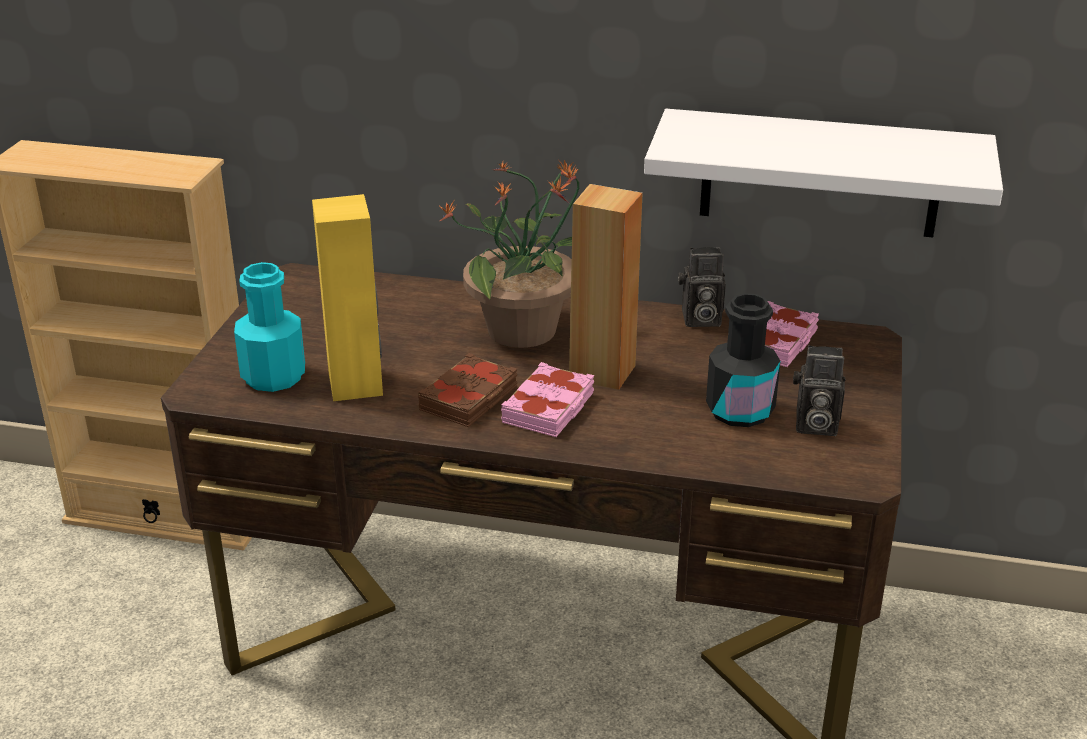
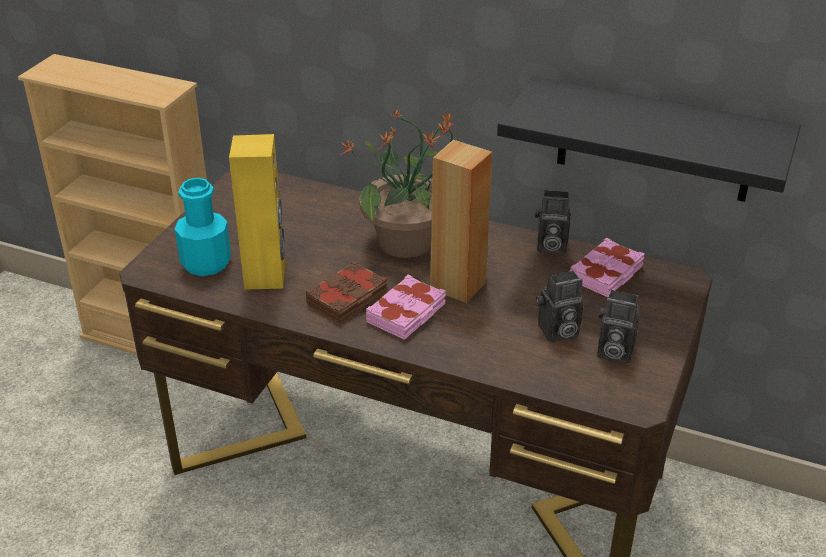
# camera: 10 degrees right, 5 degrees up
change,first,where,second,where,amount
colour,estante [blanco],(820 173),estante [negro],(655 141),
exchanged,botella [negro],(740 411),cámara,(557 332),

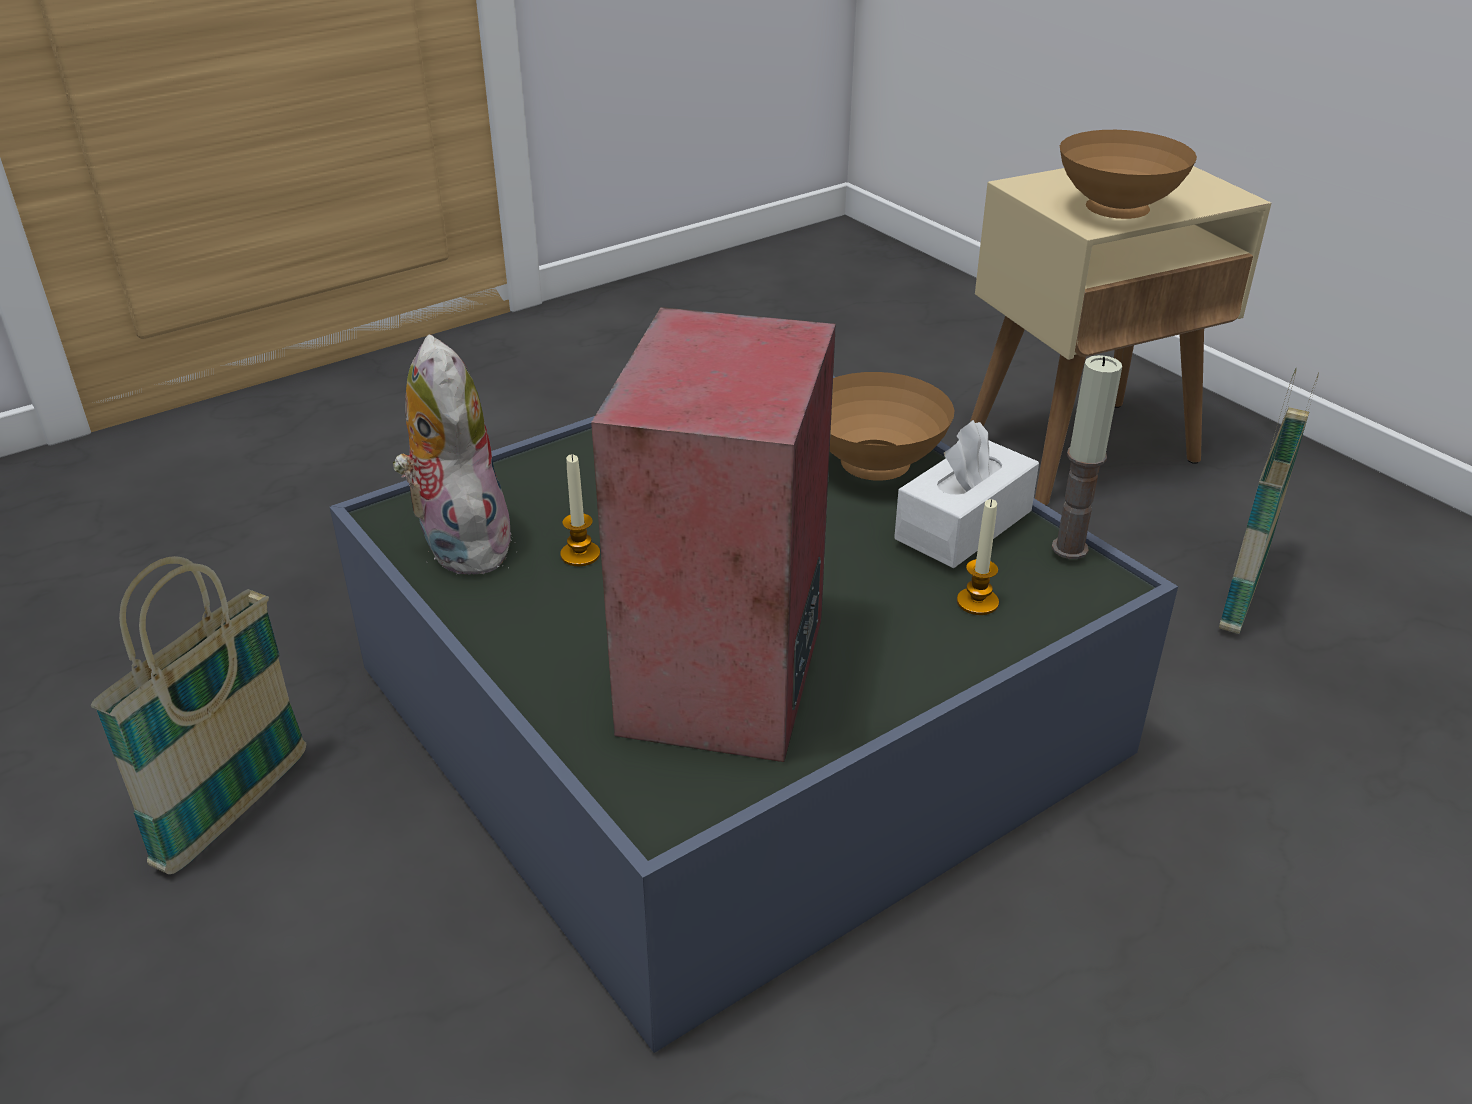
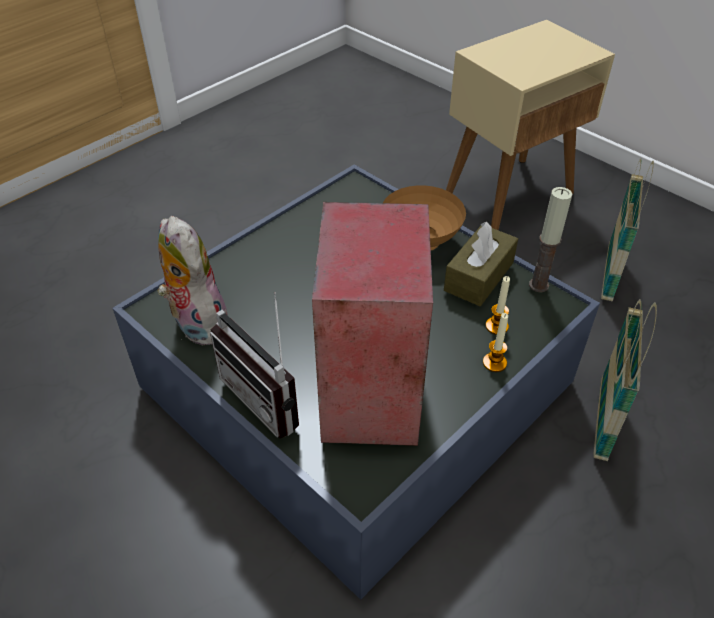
# camera: 10 degrees left, 10 degrees up
change,first,where,second,where,amount
appeared,,,radio,(270 397),
colour,caja de pañuelos [blanco],(963 525),caja de pañuelos [marrón],(479 276),
relocated,vela,(580 555),,(494 363),
relocated,cesta,(234 809),,(603 420),
missing,cuenco [marrón],(1116 211),,,

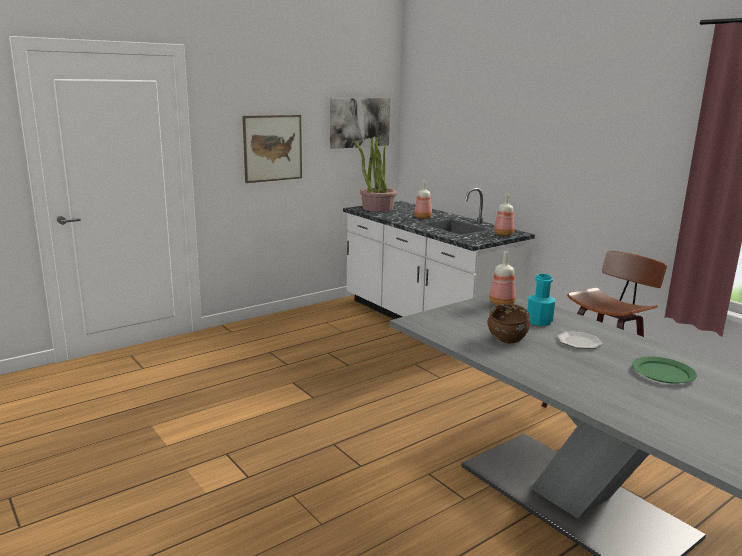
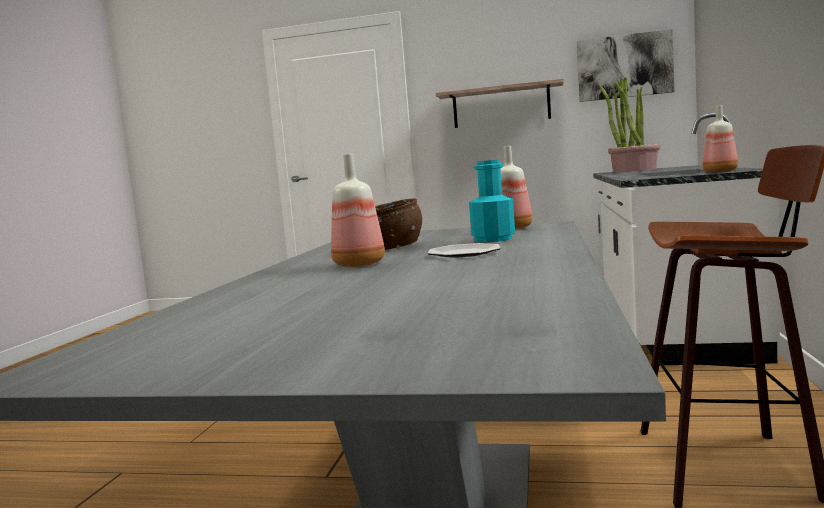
# camera: 50 degrees right, 10 degrees down
change,first,where,second,where,amount
relocated,botella,(423 217),,(361 264),
exchanged,cuadro,(273 148),estante,(501 106),
missing,plato [verde],(662 373),,,

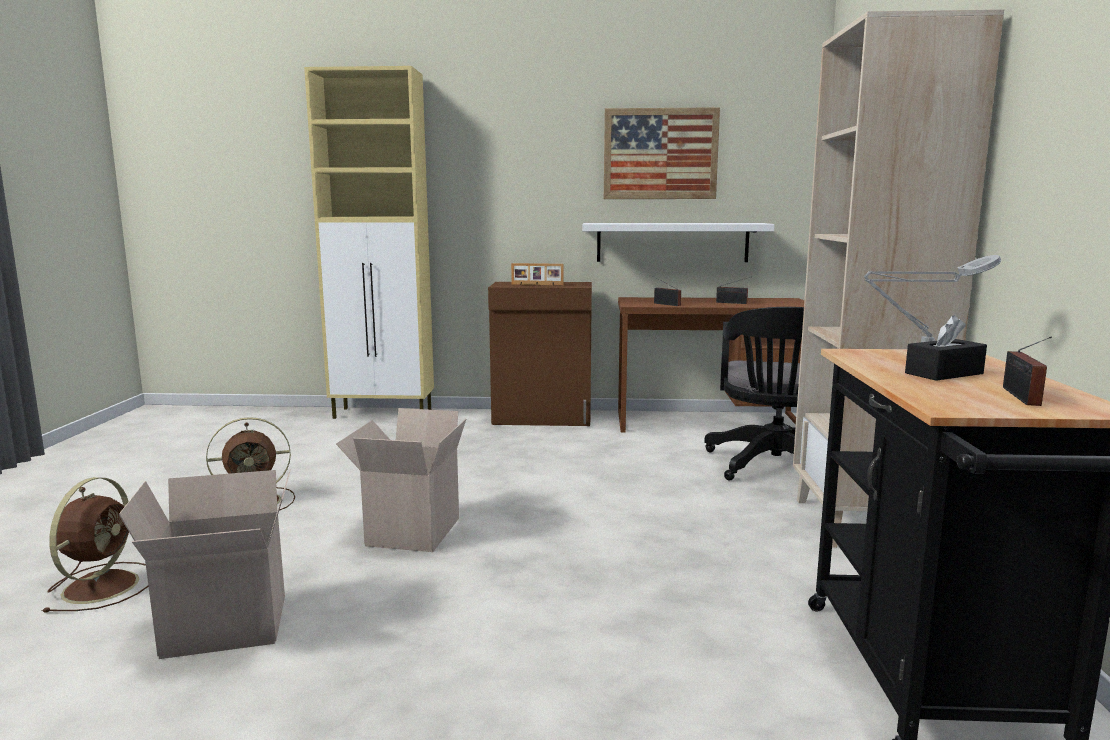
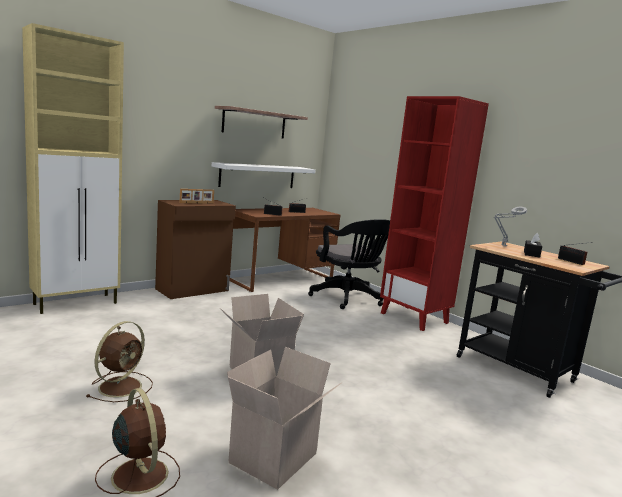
# camera: 45 degrees left, 0 degrees up
change,first,where,second,where,amount
exchanged,cuadro,(660 154),estante,(254 123),
colour,estantería [beis],(861 523),estantería [rojo],(415 318),

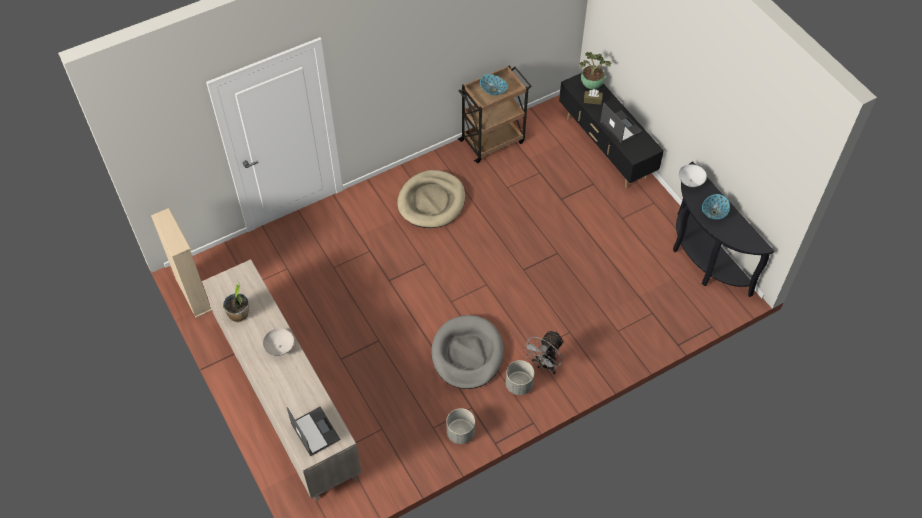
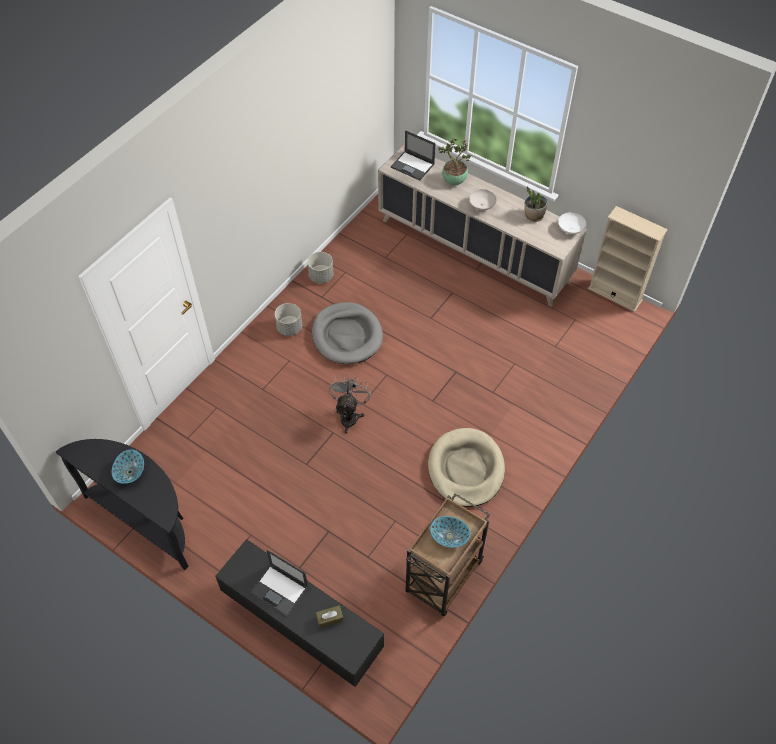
# camera: 155 degrees right, 0 degrees up
change,first,where,second,where,amount
relocated,ventilador [gris],(544 365),,(349 415),
relocated,planta en maceta,(592 85),,(453 181),
relocated,cuenco [blanco],(690 182),,(570 229),

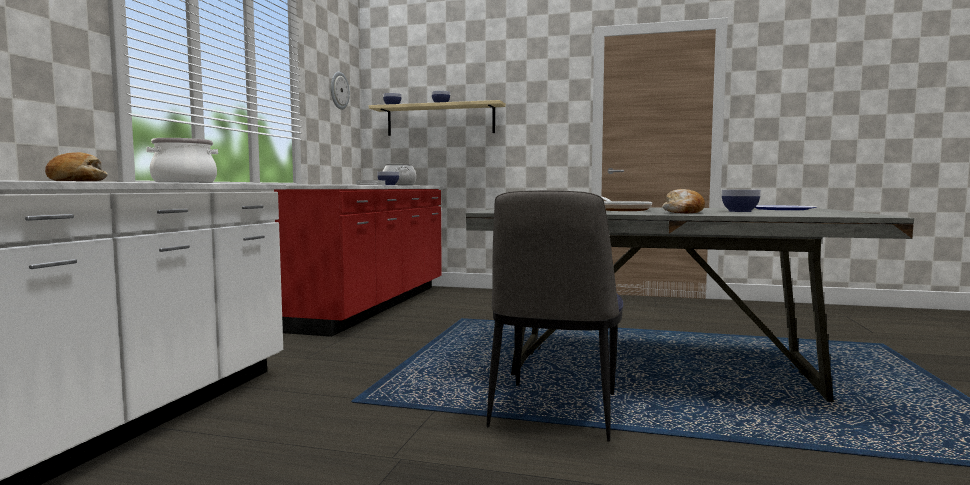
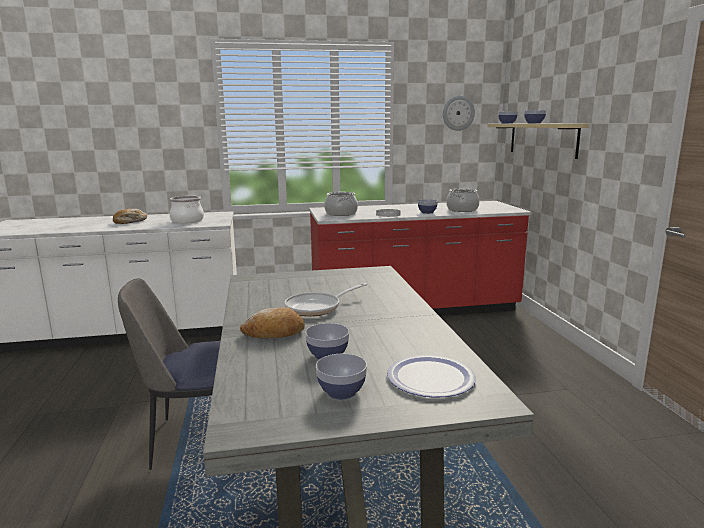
# camera: 65 degrees right, 10 degrees up
change,first,where,second,where,amount
appeared,,,cuenco,(341 392),
appeared,,,olla,(341 213),

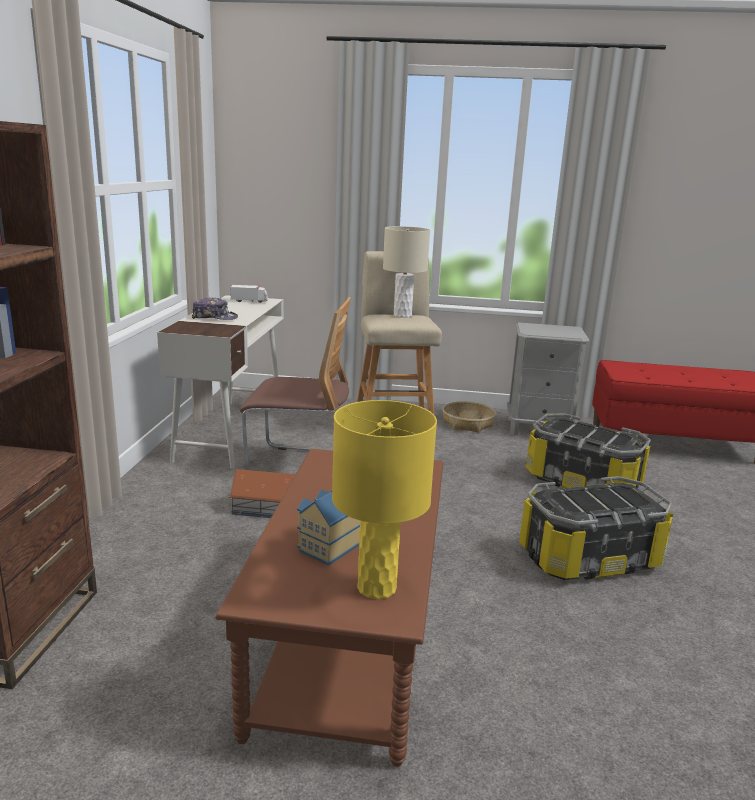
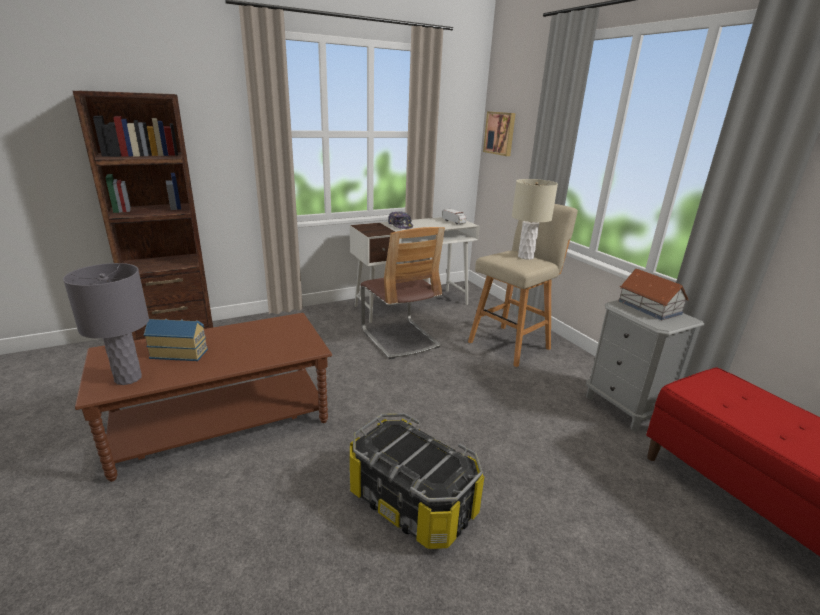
# camera: 55 degrees right, 5 degrees up
change,first,where,second,where,amount
colour,lámpara de mesa [amarillo],(377 588),lámpara de mesa [gris],(128 378),
appeared,,,cuadro,(500 133),
relocated,casita,(266 508),,(649 308),
missing,cesta,(468 424),,,
missing,caja de almacenaje,(582 482),,,

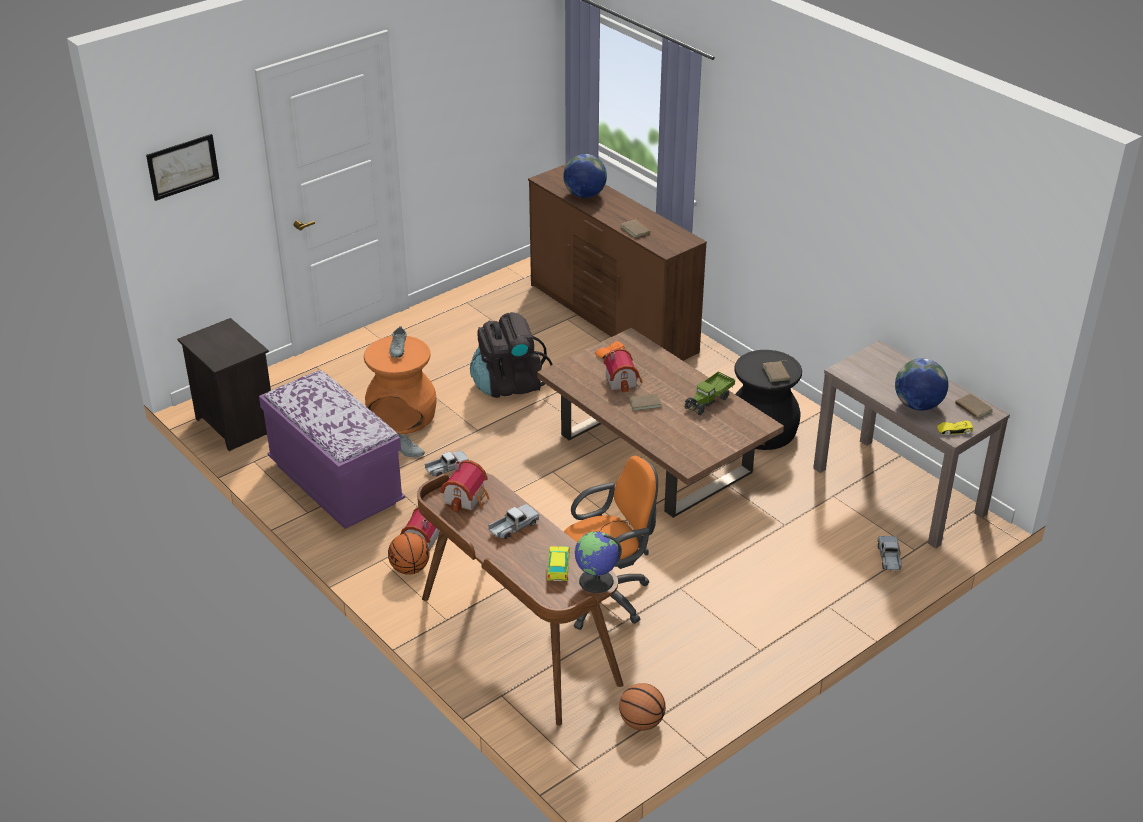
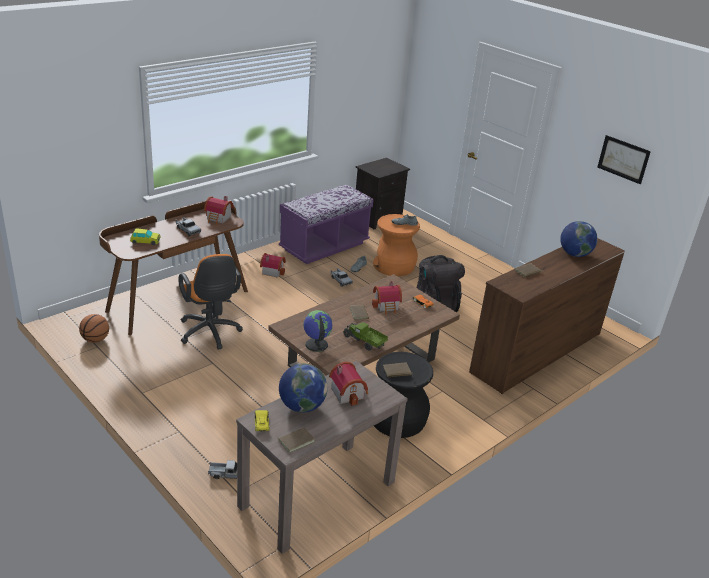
# camera: 85 degrees right, 5 degrees down
change,first,where,second,where,amount
relocated,globo terráqueo,(596 581),,(316 345),
appeared,,,casita,(349 392),
relocated,cuadro,(183 166),,(623 159),
missing,balón de baloncesto,(409 569),,,

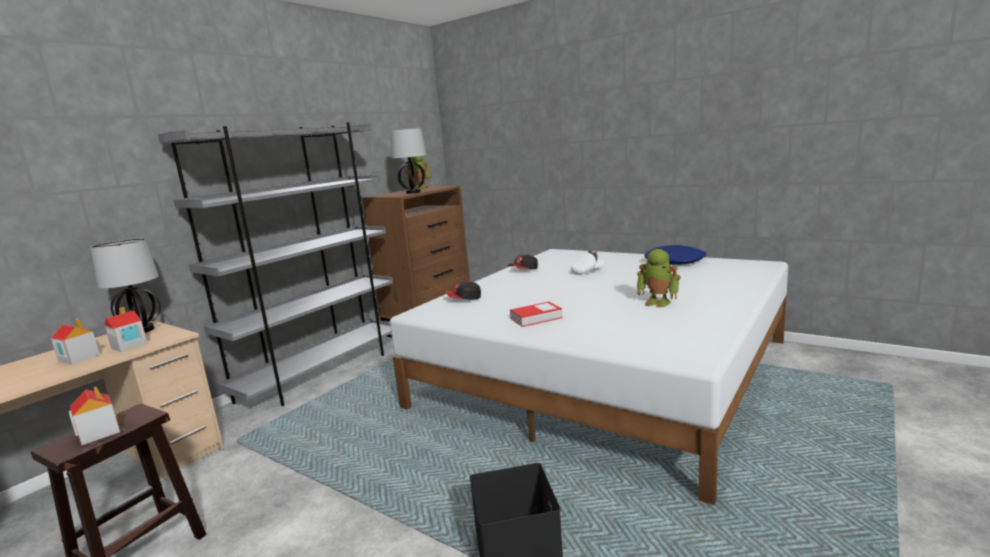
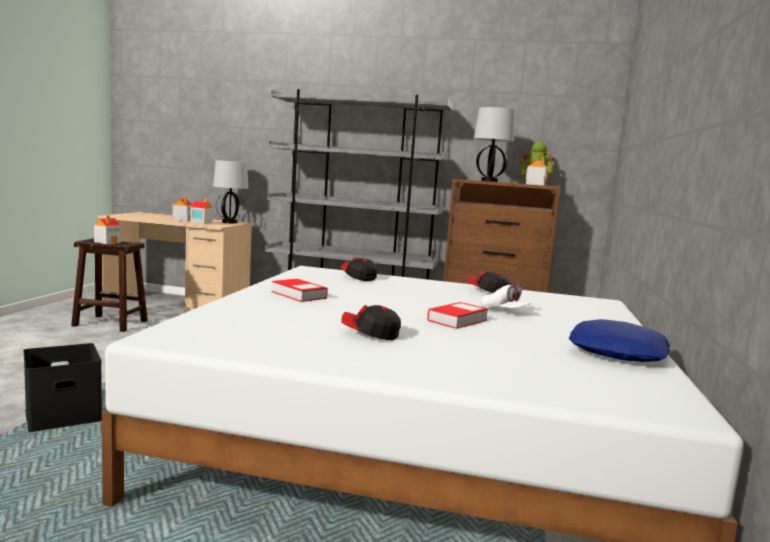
# camera: 65 degrees right, 5 degrees down
change,first,where,second,where,amount
exchanged,robot de juguete,(658 302),gorra,(370 334),
appeared,,,libro,(457 320),
appeared,,,casita,(536 184),

